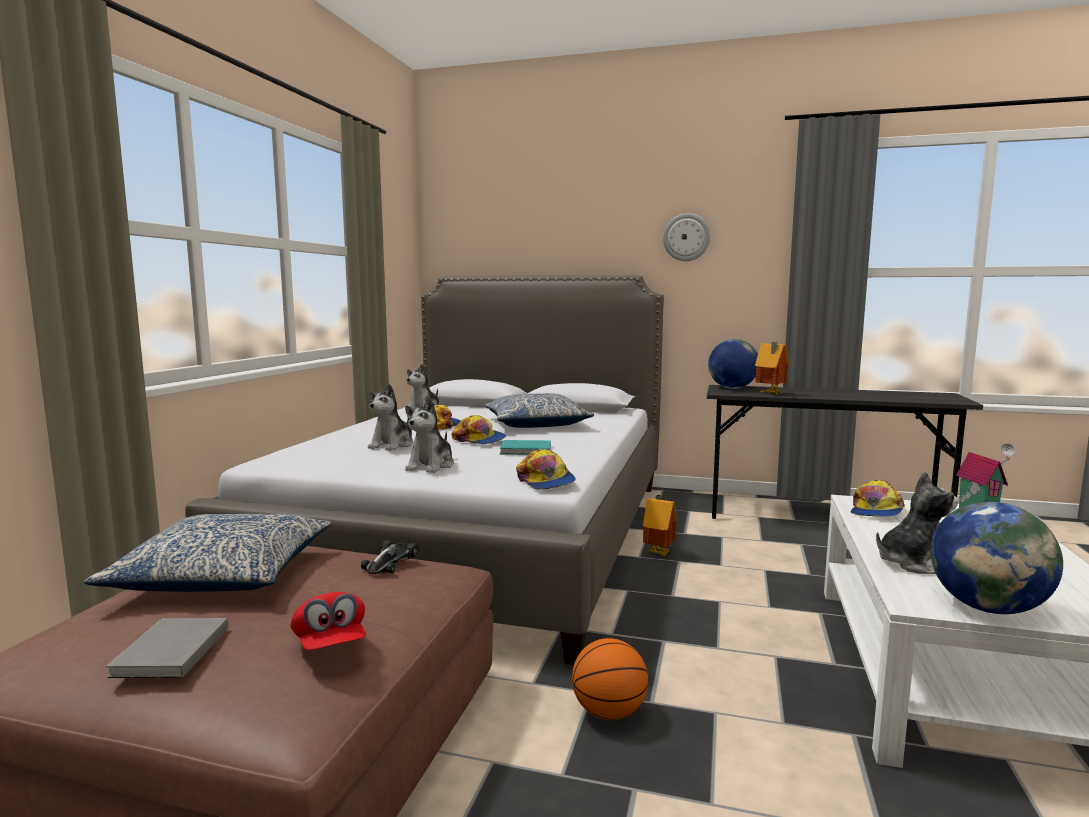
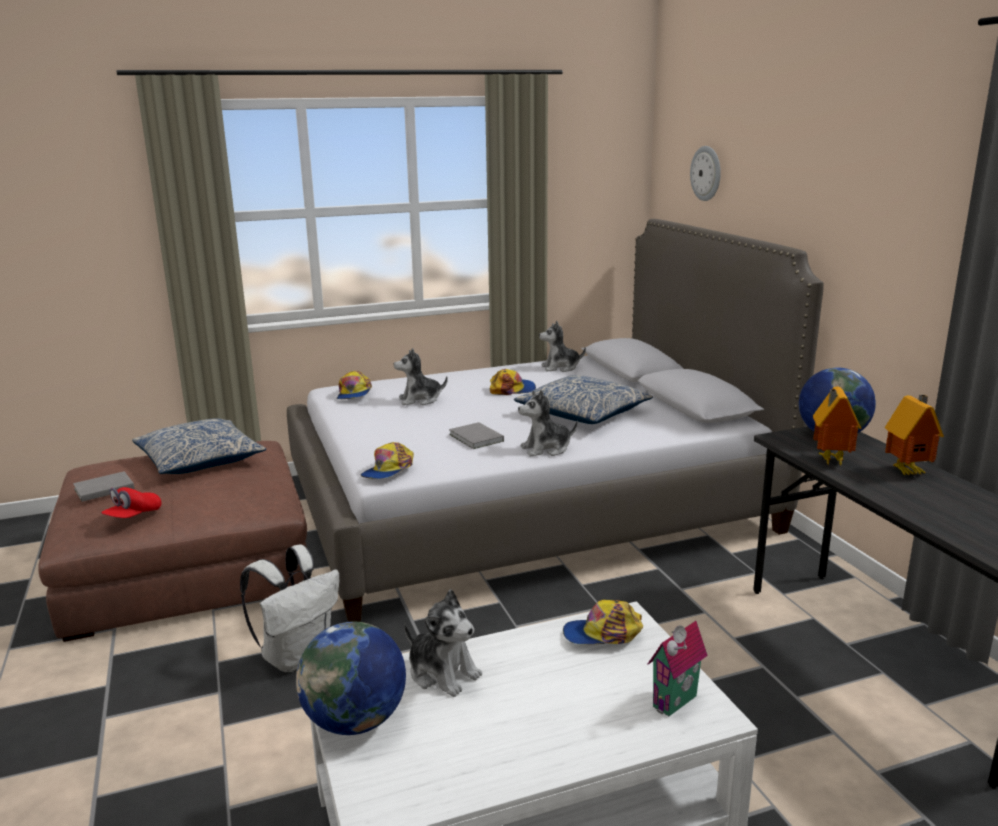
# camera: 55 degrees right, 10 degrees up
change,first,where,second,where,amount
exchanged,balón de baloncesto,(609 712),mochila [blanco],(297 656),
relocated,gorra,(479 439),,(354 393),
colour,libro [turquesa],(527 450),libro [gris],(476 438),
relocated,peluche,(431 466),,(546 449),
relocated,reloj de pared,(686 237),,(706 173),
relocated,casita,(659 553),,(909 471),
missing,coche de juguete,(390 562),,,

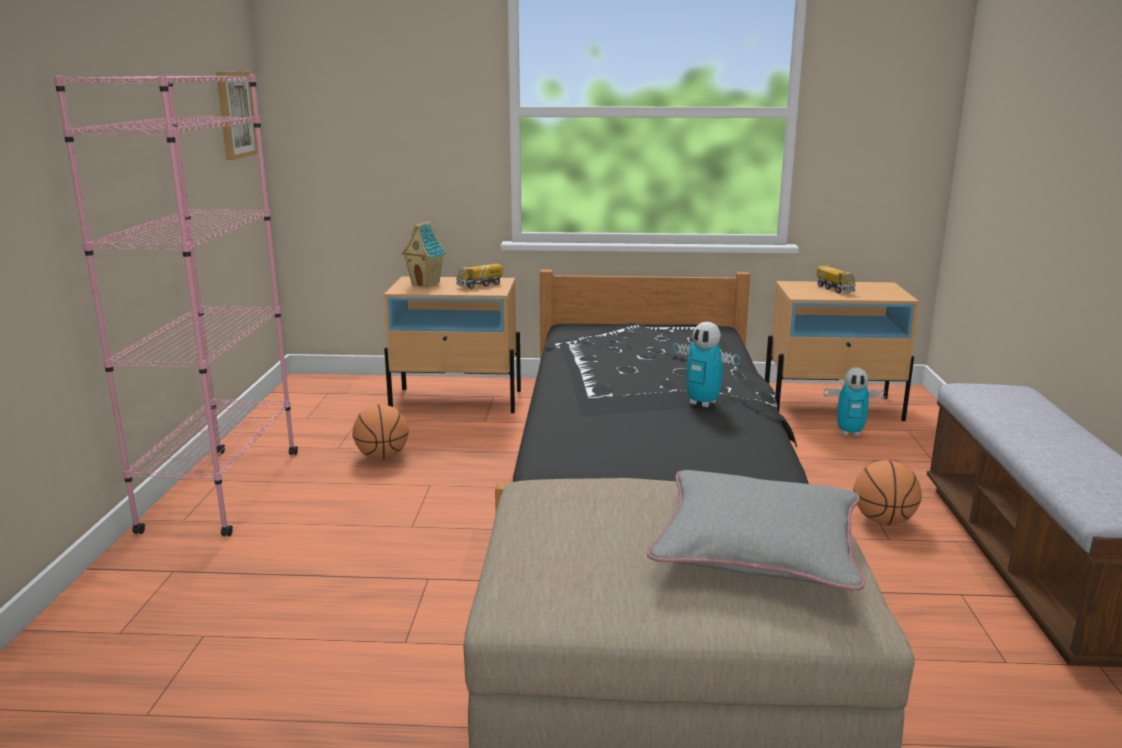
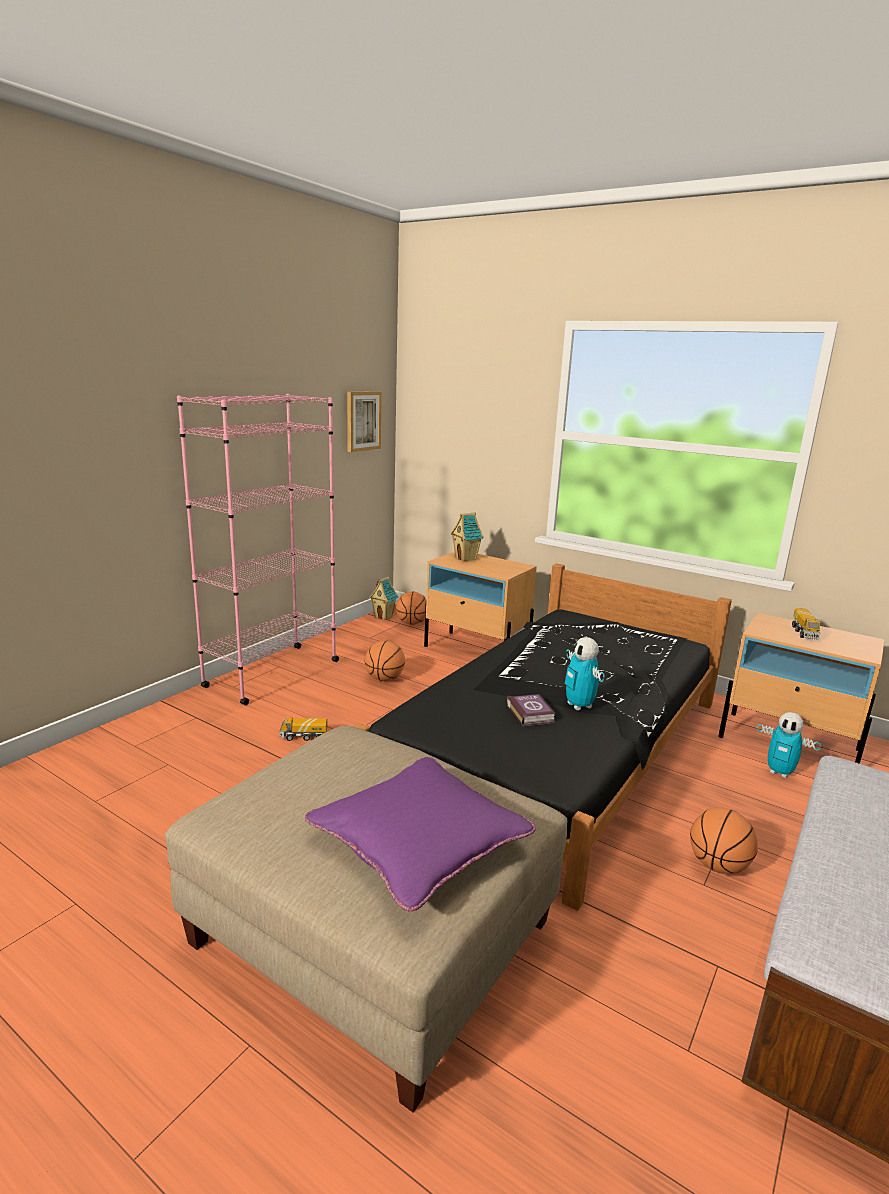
# camera: 30 degrees right, 0 degrees up
change,first,where,second,where,amount
relocated,camión de juguete,(479 285),,(303 737),
colour,cojín [gris],(757 545),cojín [morado],(419 839),
appeared,,,casita,(384 616),
appeared,,,balón de baloncesto,(412 623),
appeared,,,libro,(530 713),

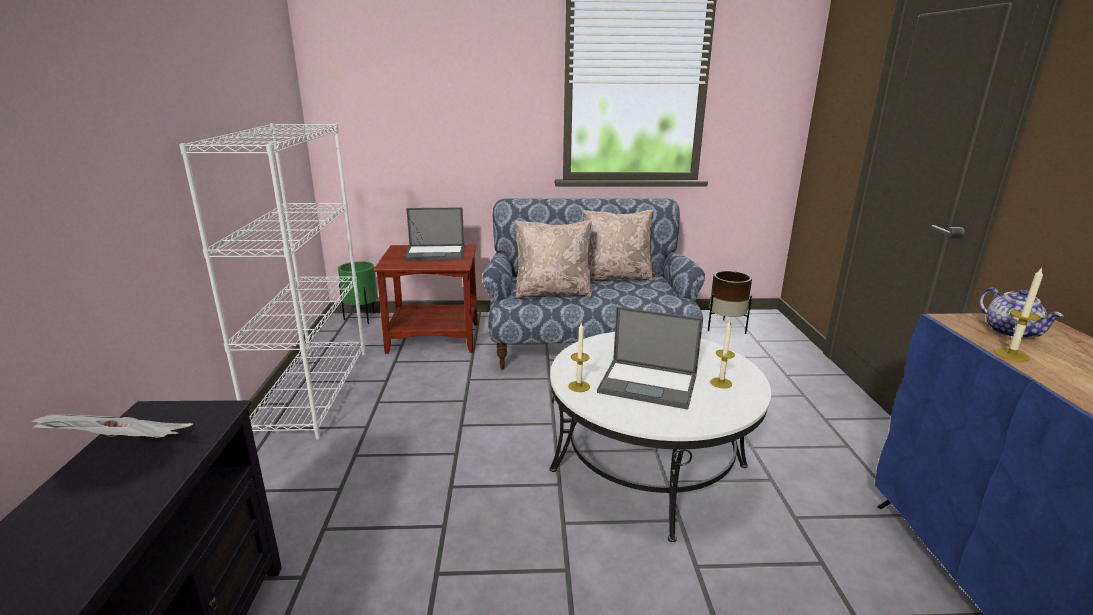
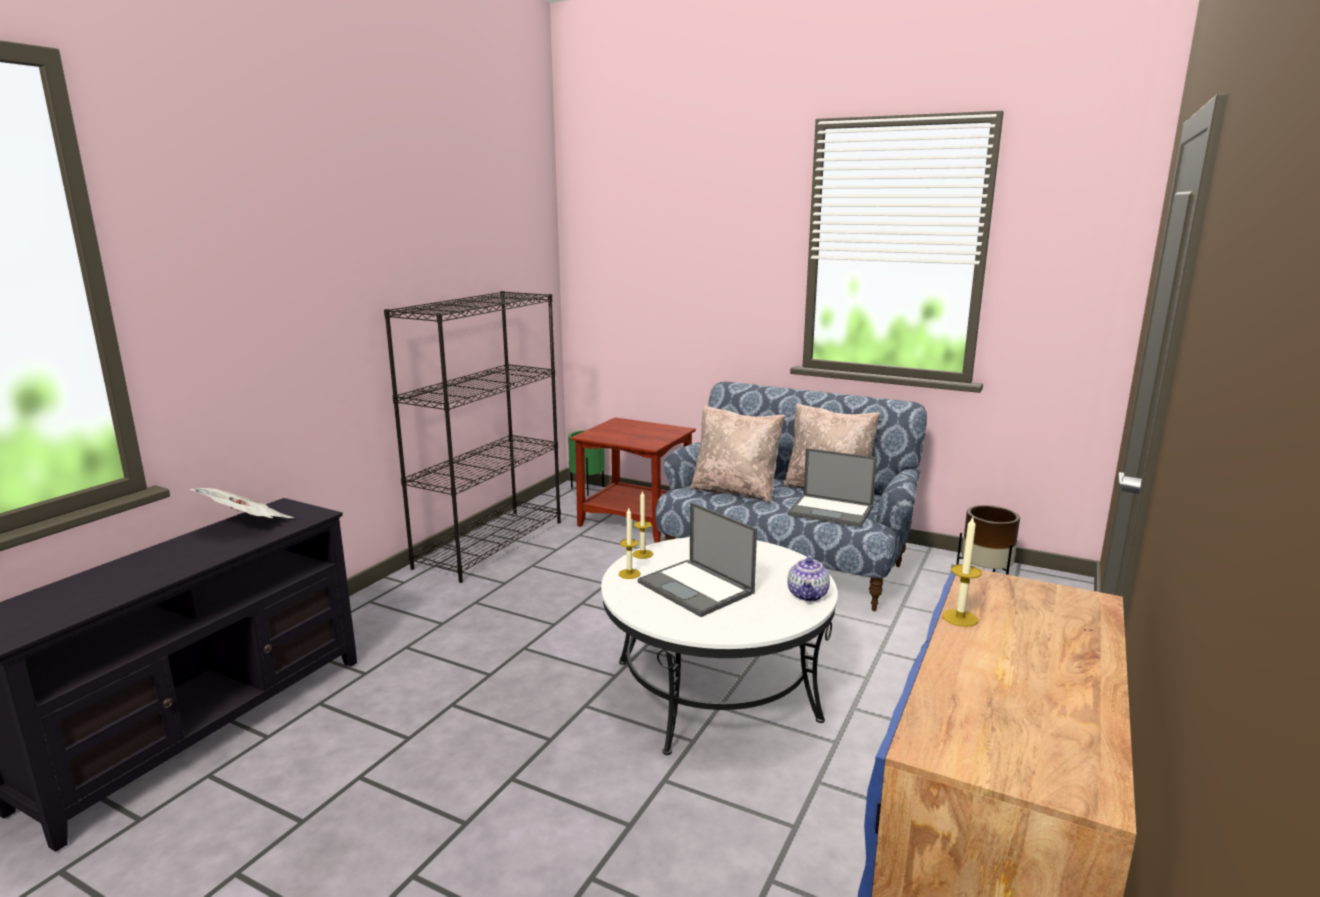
# camera: 30 degrees right, 5 degrees down
change,first,where,second,where,amount
colour,estantería [blanco],(313 391),estantería [negro],(490 543),
relocated,vela,(721 383),,(642 554),
relocated,tetera,(1011 332),,(808 595),
relocated,portátil,(436 253),,(832 511),

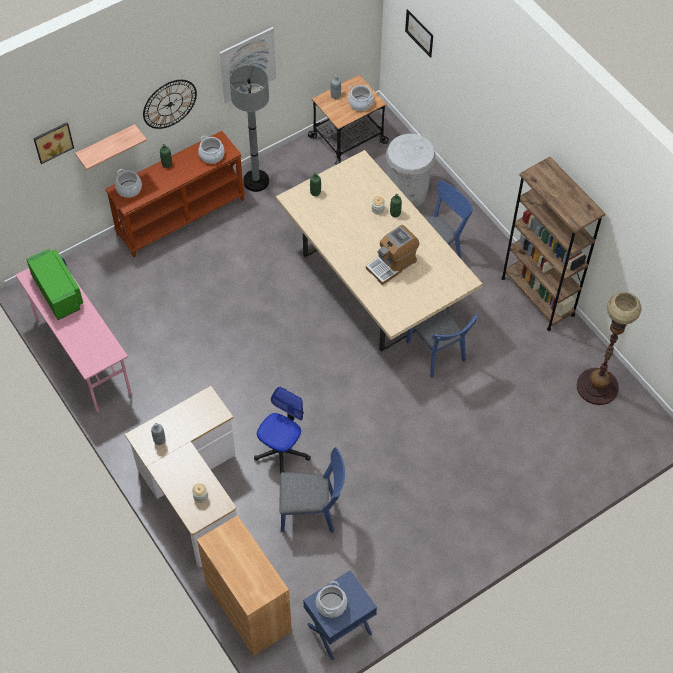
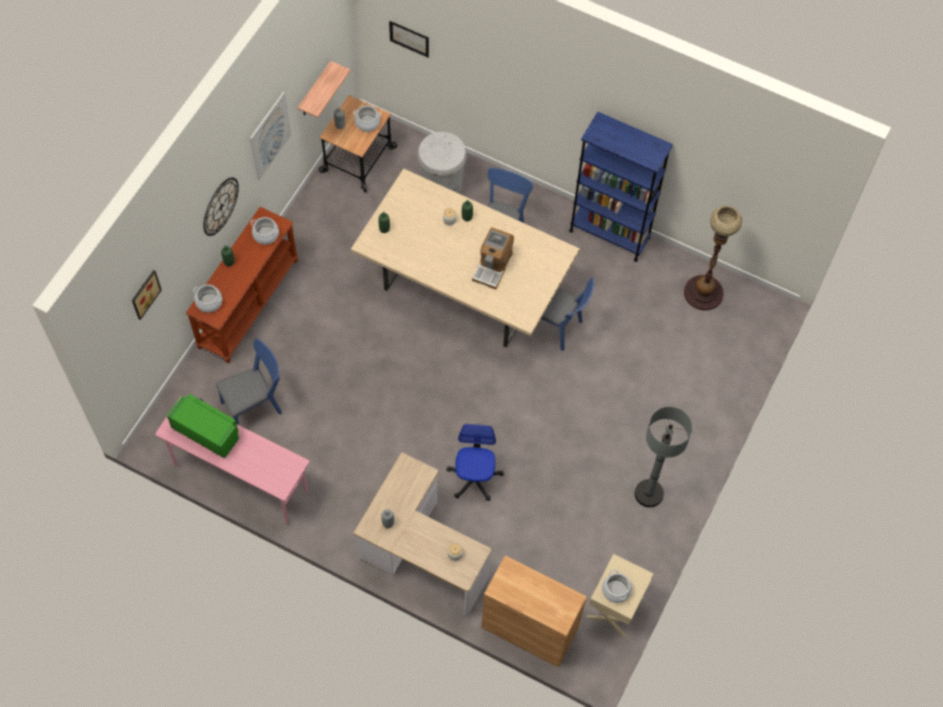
# camera: 30 degrees left, 5 degrees up
change,first,where,second,where,amount
relocated,silla [azul],(313 512),,(255 405),
relocated,estante,(106 146),,(315 91),
colour,estantería [marrón],(537 296),estantería [azul],(609 234),
colour,mesita de noche [azul],(340 629),mesita de noche [beis],(616 607),
relocated,lámpara de pie [gris],(256 181),,(649 493),

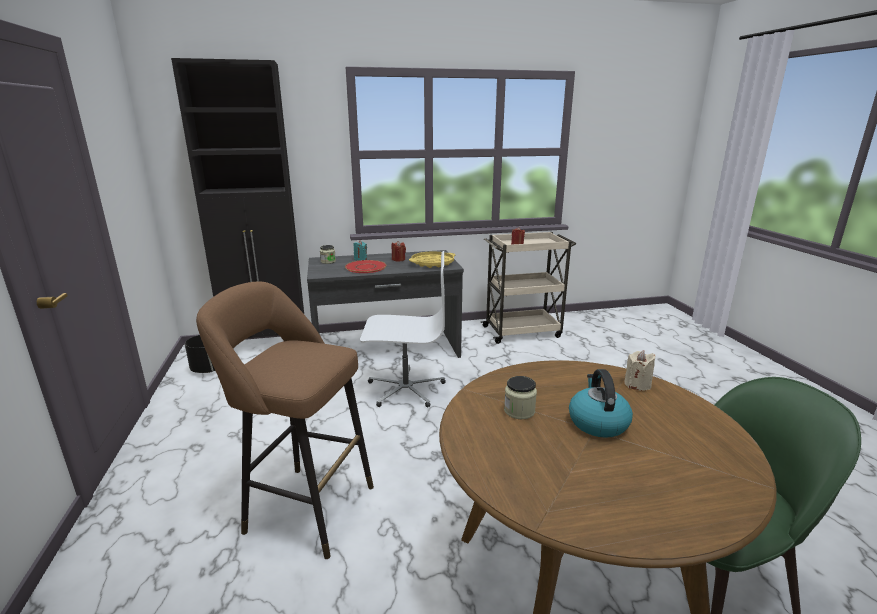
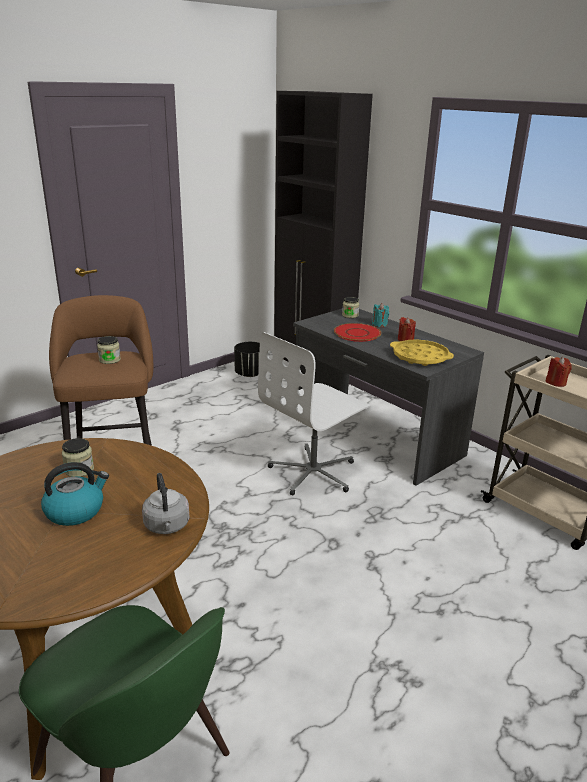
# camera: 60 degrees right, 5 degrees up
change,first,where,second,where,amount
appeared,,,tarro,(109 360),
exchanged,vela [beis],(637 384),hervidor [gris],(167 526),
spun,silla de oficina [blanco],(405 388),,(314 472),75 degrees clockwise

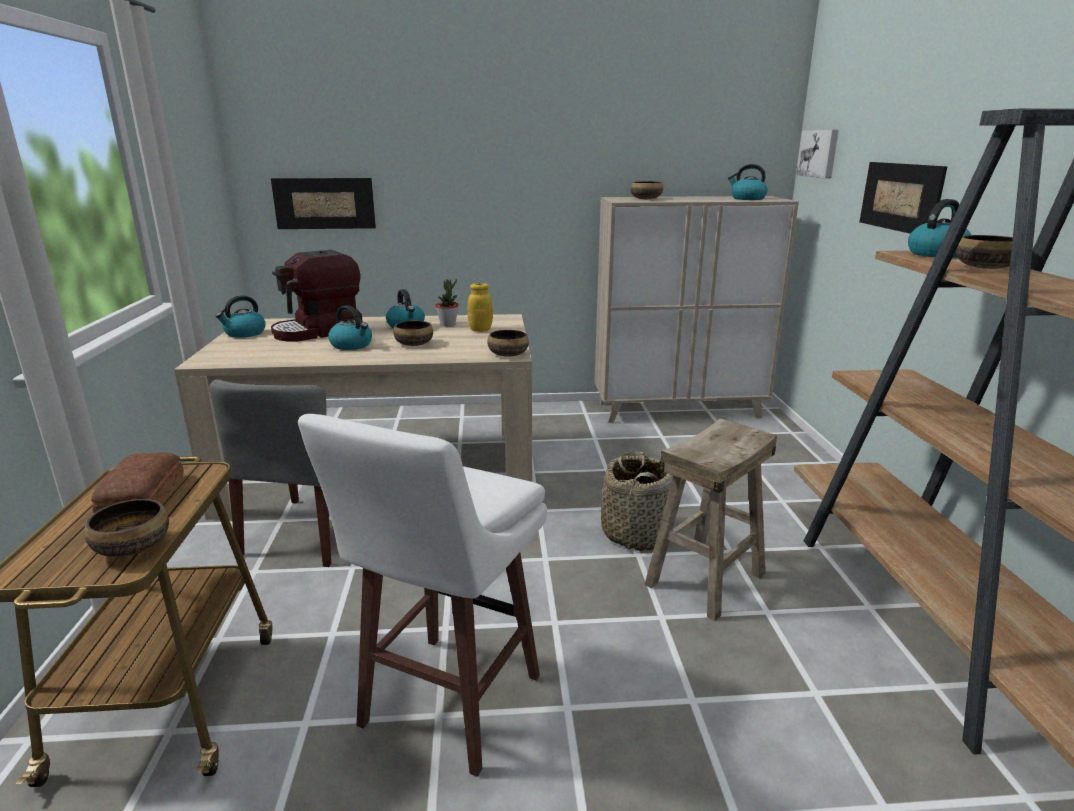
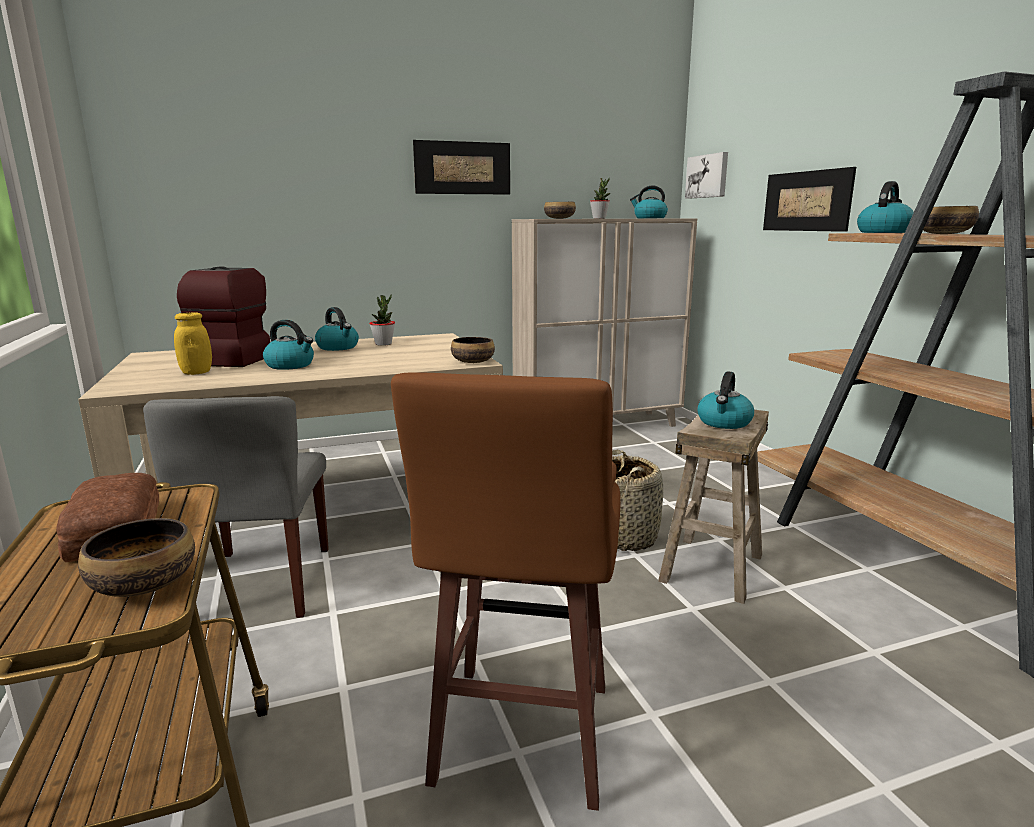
# camera: 15 degrees left, 5 degrees down
change,first,where,second,where,amount
relocated,tarro [amarillo],(480 330),,(196 372),
spun,cafetera,(319 331),,(240 357),150 degrees clockwise
colour,taburete [blanco],(447 703),taburete [marrón],(520 738),
relocated,cuadro,(324 203),,(462 168),
appeared,,,planta en maceta,(599 218),
relocated,hervidor,(244 333),,(724 423),
missing,cuenco,(414 344),,,

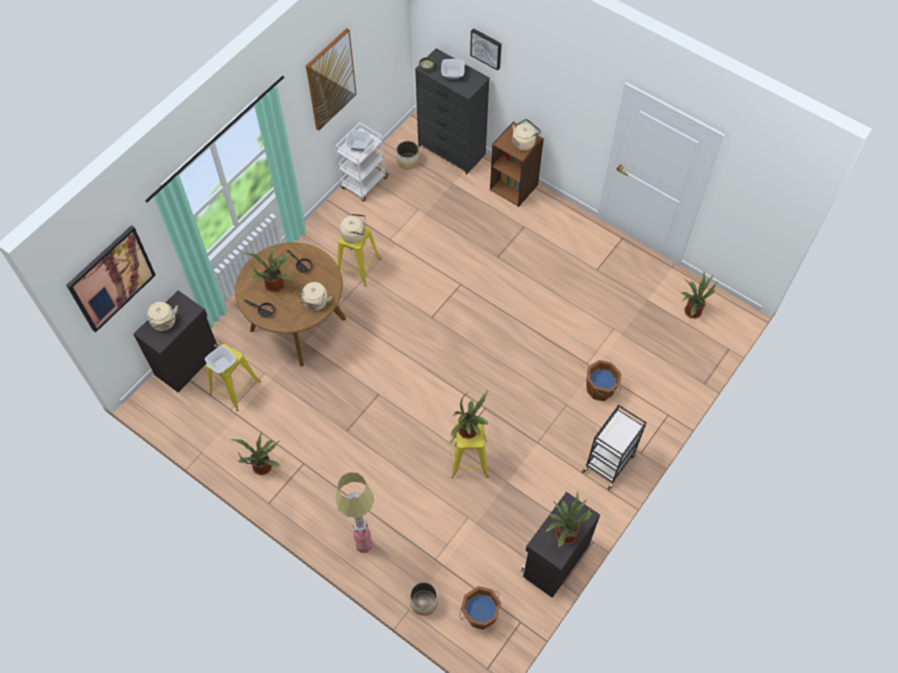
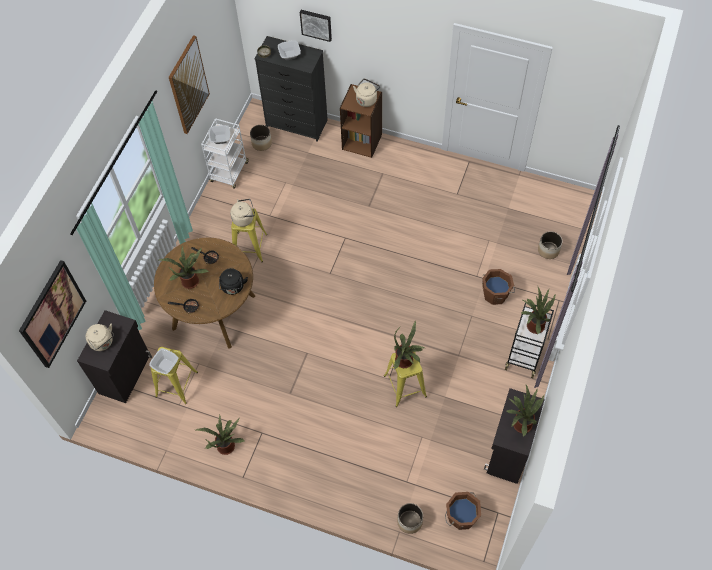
# camera: 15 degrees left, 0 degrees up
change,first,where,second,where,amount
colour,hervidor [beis],(315 303),hervidor [negro],(233 287),
relocated,planta en maceta,(691 310),,(533 325),
appeared,,,maceta,(548 250),
missing,lámpara de pie,(364 544),,,

